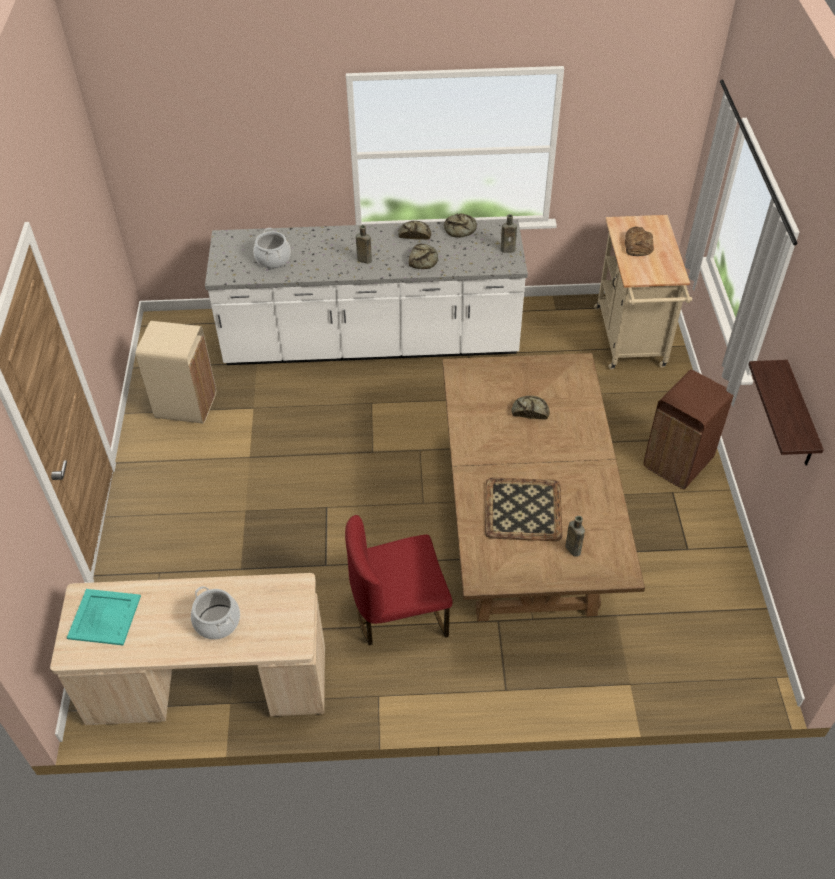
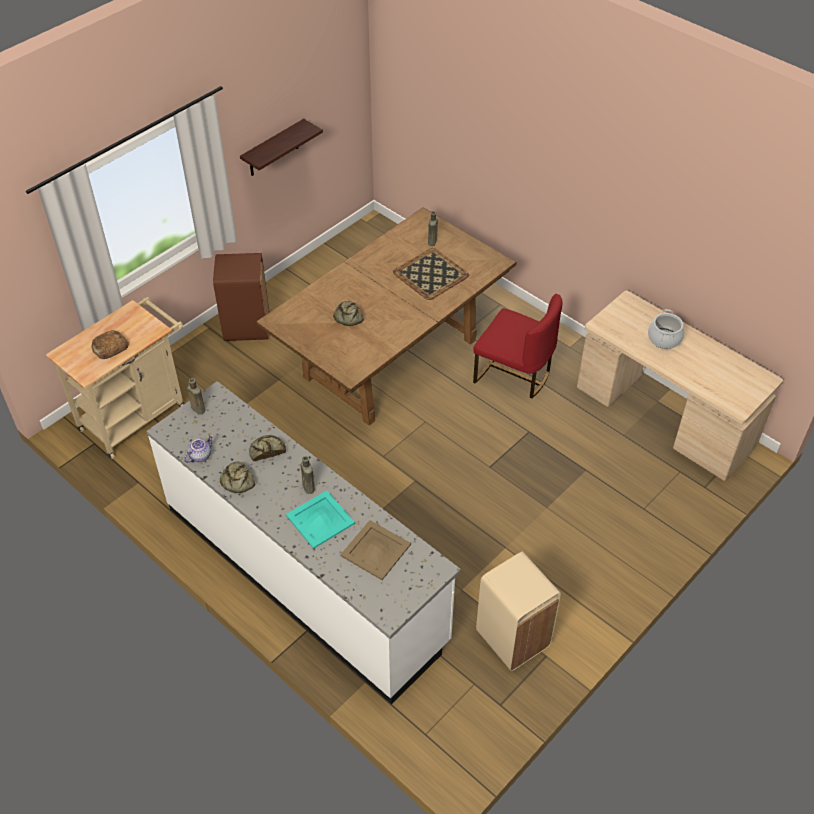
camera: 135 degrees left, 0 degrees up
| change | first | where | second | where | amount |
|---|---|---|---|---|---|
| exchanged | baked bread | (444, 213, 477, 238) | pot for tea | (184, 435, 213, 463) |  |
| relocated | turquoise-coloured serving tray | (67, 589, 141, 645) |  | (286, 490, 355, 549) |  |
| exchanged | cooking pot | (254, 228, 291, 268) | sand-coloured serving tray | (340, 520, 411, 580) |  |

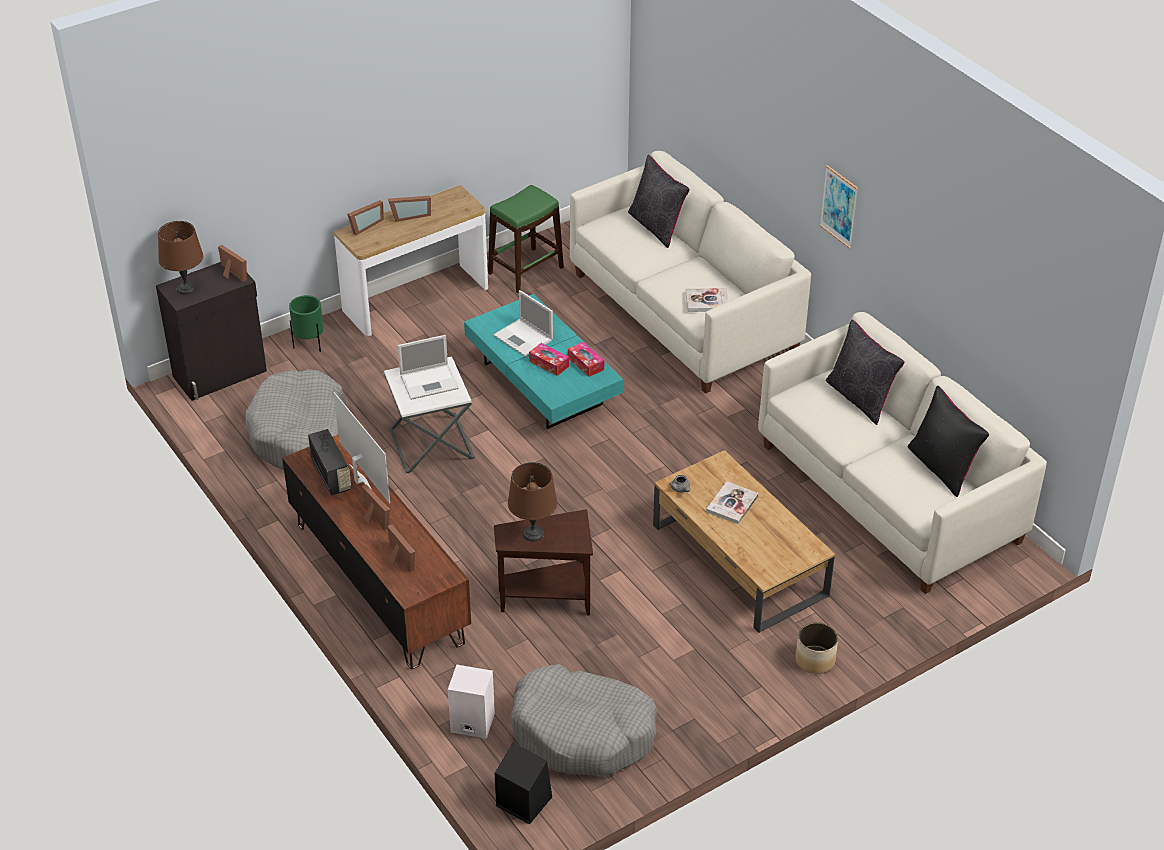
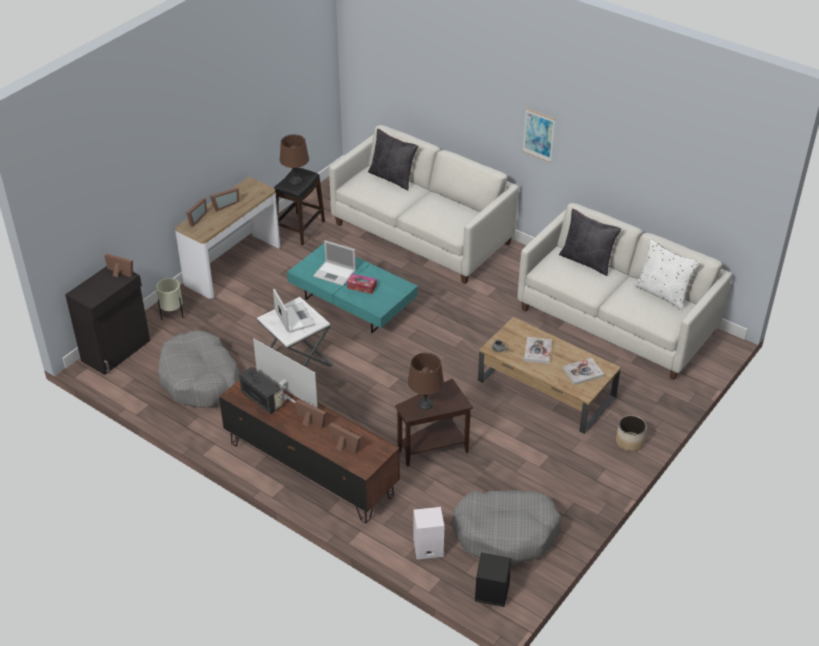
camera: 20 degrees left, 0 degrees up
| change | first | where | second | where | amount |
|---|---|---|---|---|---|
| colour | green flower pot | (289, 295, 324, 352) | sand-coloured flower pot | (156, 278, 183, 320) |  |
| spun | laptop | (398, 335, 459, 400) |  | (273, 289, 315, 333) | 75 degrees counterclockwise |
| colour | green sitting stool | (488, 185, 564, 293) | black-coloured sitting stool | (274, 167, 325, 246) |  |
| relocated | brown lamp for a table | (158, 221, 203, 295) |  | (280, 134, 309, 185) |  |
| relocated | volume | (686, 288, 728, 312) |  | (563, 358, 604, 385) |  |
| colour | black-coloured throw pillow | (907, 386, 989, 497) | white-coloured throw pillow | (634, 239, 700, 310) |  |
| missing | tissue box | (568, 342, 604, 377) |  |  |  |

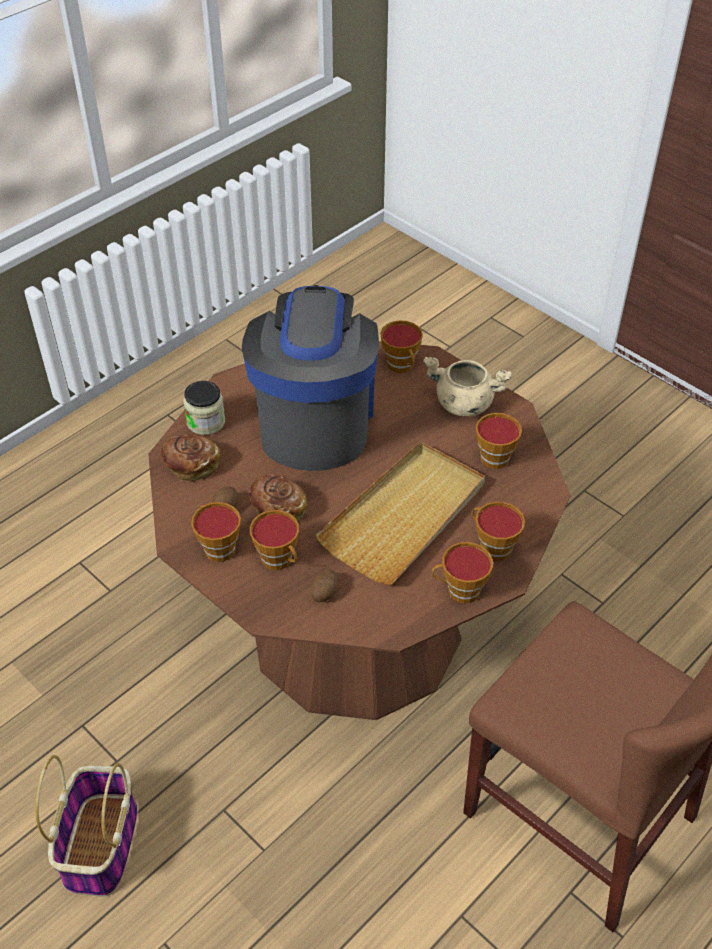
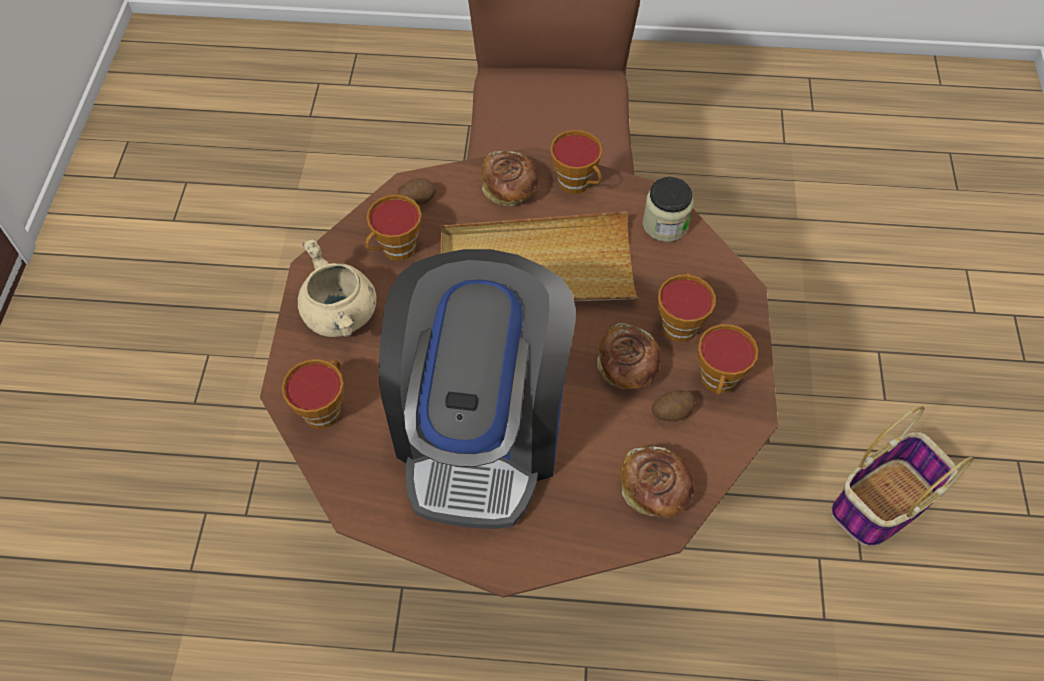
camera: 130 degrees left, 10 degrees up
| change | first | where | second | where | amount |
|---|---|---|---|---|---|
| spun | coffee maker | (242, 285, 379, 471) |  | (379, 249, 576, 529) | 45 degrees counterclockwise |
| relocated | whole potato | (311, 569, 339, 602) |  | (397, 178, 436, 205) |  |
| exchanged | small cup | (472, 502, 525, 561) | baked bread | (482, 151, 539, 206) |  |
| relocated | jar | (184, 381, 225, 435) |  | (643, 177, 694, 242) |  |

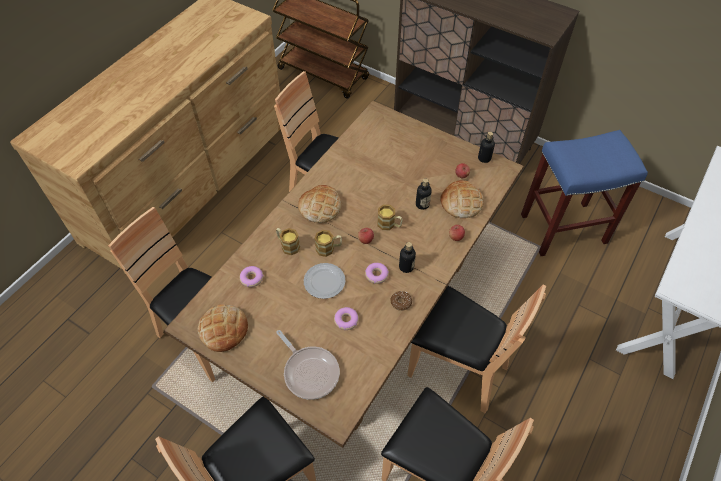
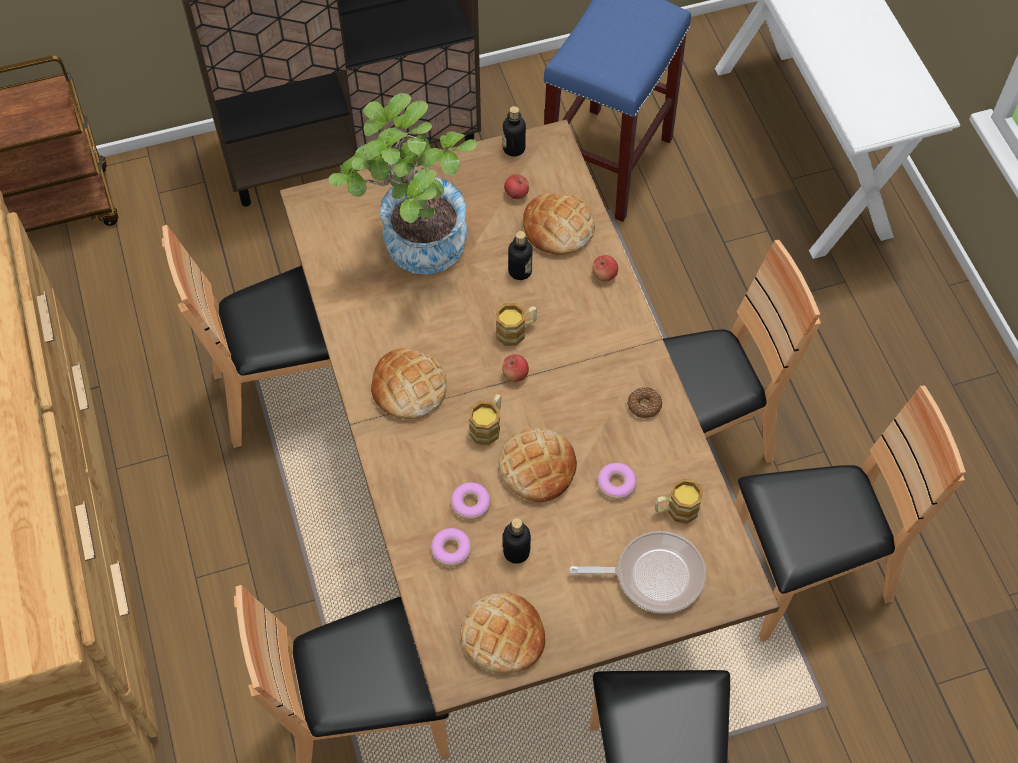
camera: 50 degrees left, 5 degrees up
| change | first | where | second | where | amount |
|---|---|---|---|---|---|
| appeared |  |  | houseplant | (329, 93, 478, 274) |  |
| relocated | doughnut | (365, 263, 389, 284) |  | (451, 482, 491, 520) |  |
| exchanged | dinner plate | (304, 263, 345, 299) | baked bread | (499, 428, 577, 502) |  |
| relocated | beverage bottle | (399, 242, 416, 273) |  | (503, 518, 531, 564) |  |
| relocated | coffee mug | (276, 228, 300, 255) |  | (655, 478, 703, 524) |  |

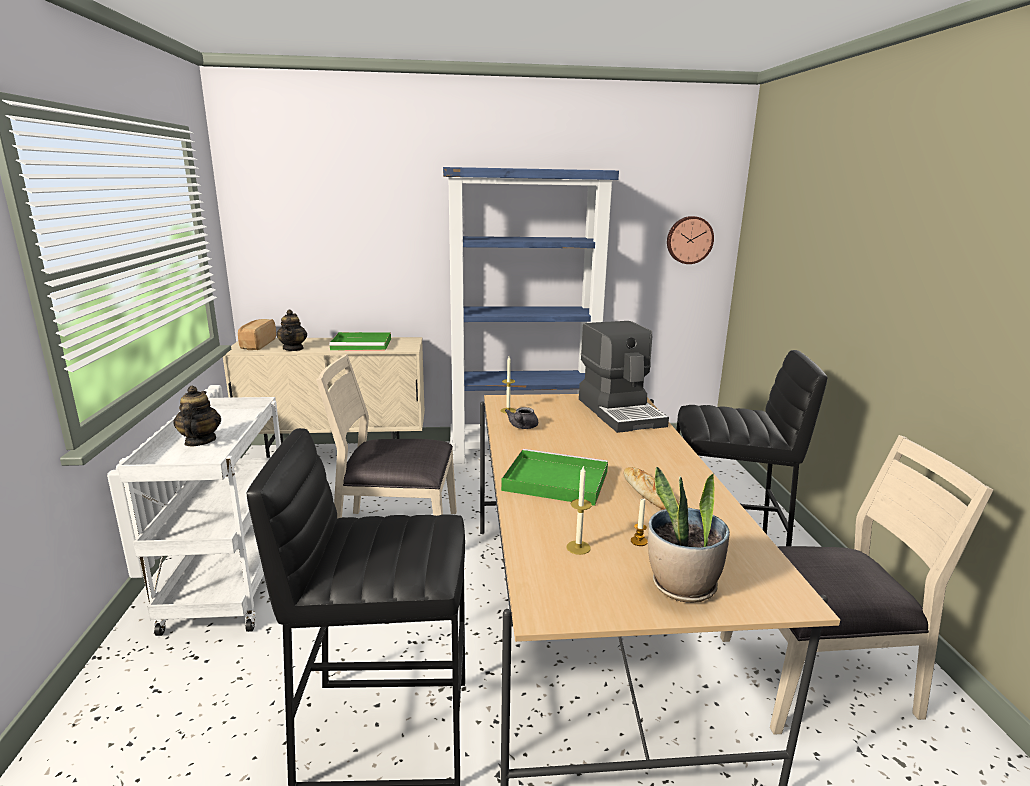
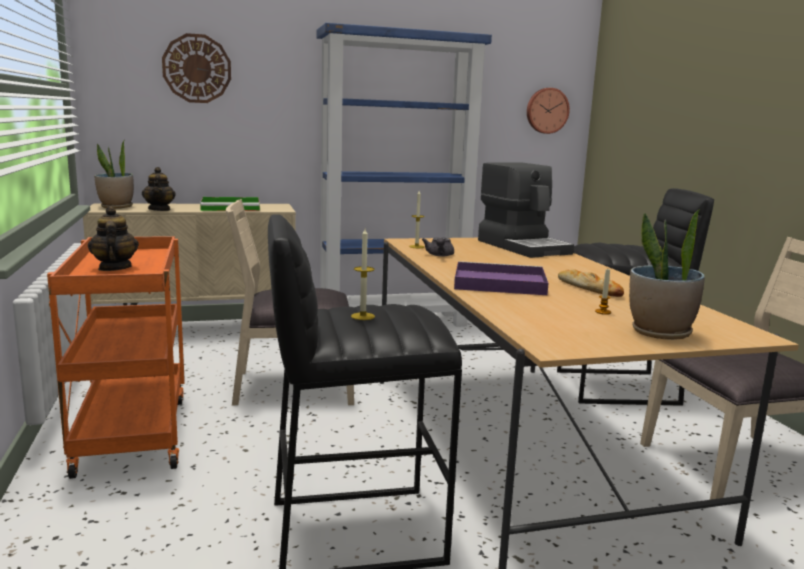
camera: 10 degrees left, 5 degrees down
| change | first | where | second | where | amount |
|---|---|---|---|---|---|
| colour | white-coloured trolley | (117, 397, 281, 636) | orange trolley | (47, 236, 185, 479) |  |
| exchanged | baked bread | (238, 319, 276, 350) | houseplant | (94, 141, 134, 209) |  |
| appeared |  |  | hanging clock | (162, 33, 231, 103) |  |
| relocated | candle | (566, 465, 592, 555) |  | (351, 228, 375, 320) |  |
| colour | green serving tray | (501, 449, 608, 506) | purple serving tray | (454, 261, 549, 295) |  |

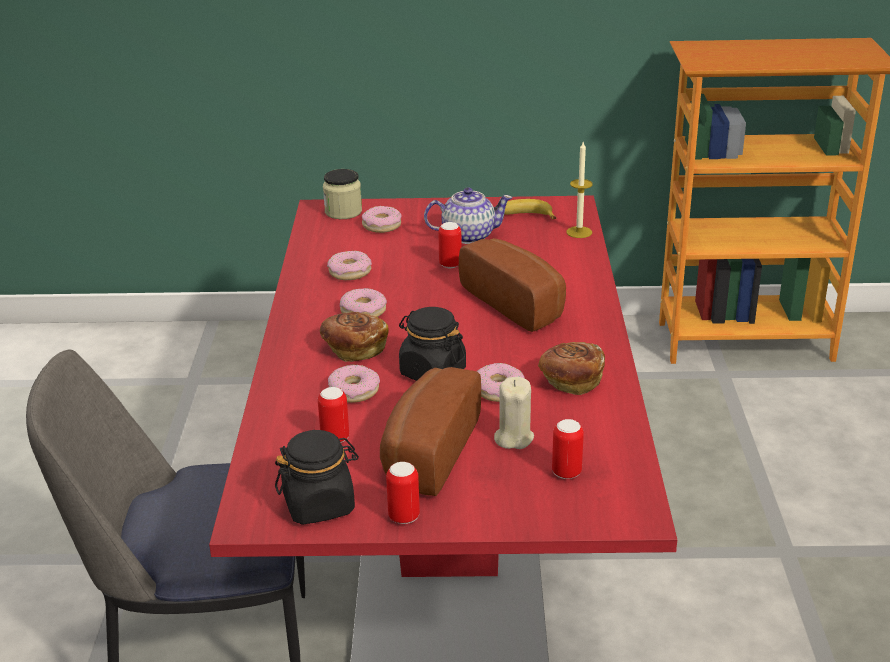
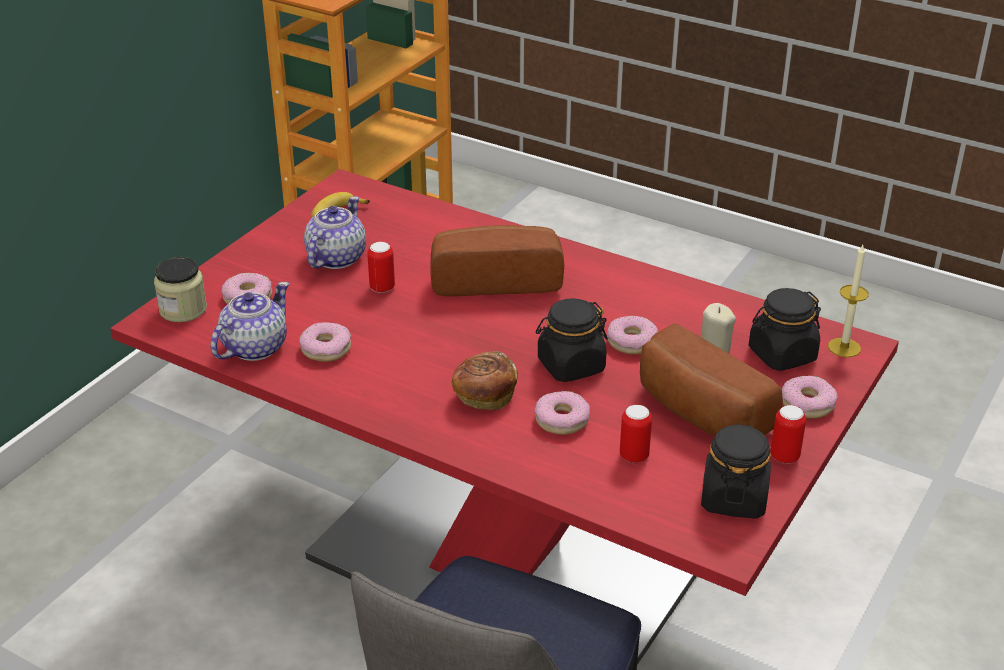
camera: 60 degrees left, 5 degrees up
| change | first | where | second | where | amount |
|---|---|---|---|---|---|
| appeared |  |  | pot for tea | (211, 282, 289, 361) |  |
| exchanged | can | (552, 419, 584, 479) | black-coloured jar | (749, 288, 821, 371) |  |
| relocated | doughnut | (340, 288, 387, 317) |  | (782, 376, 838, 419) |  |
| relocated | candle | (566, 142, 593, 238) |  | (828, 245, 869, 357) |  |
| missing | baked bread | (538, 342, 605, 395) |  |  |  |

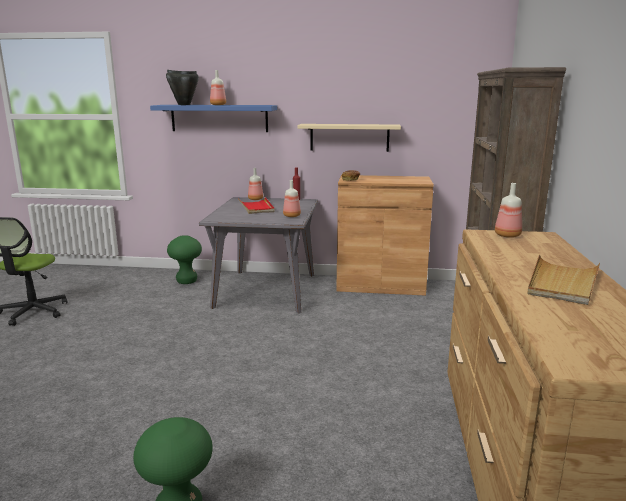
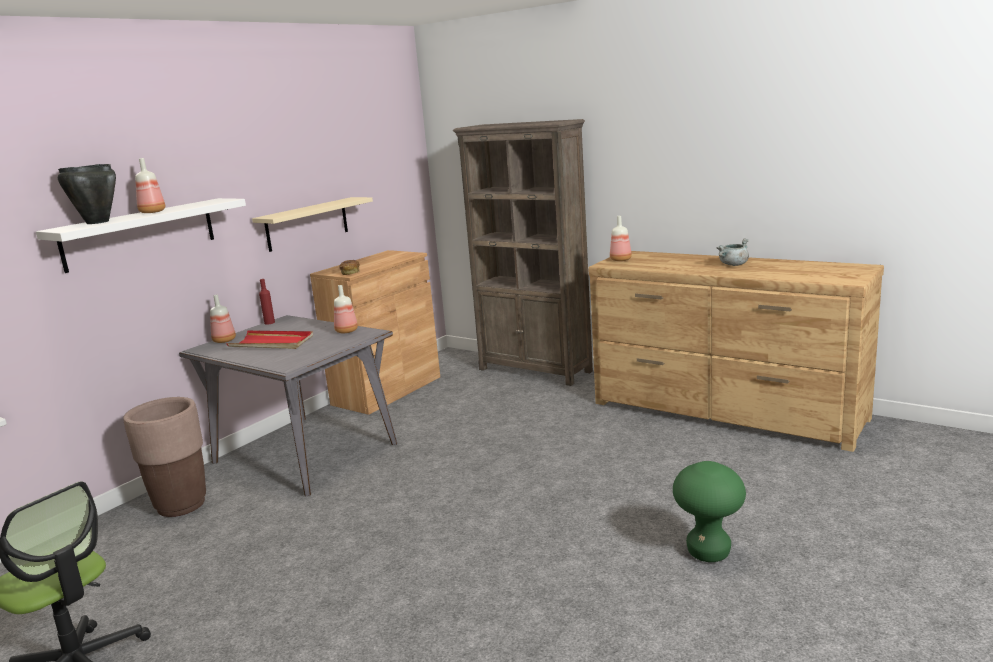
camera: 60 degrees left, 0 degrees up
| change | first | where | second | where | amount |
|---|---|---|---|---|---|
| colour | blue-coloured wall shelf | (150, 105, 277, 132) | white-coloured wall shelf | (36, 198, 246, 273) |  |
| exchanged | green sitting stool | (167, 235, 202, 284) | brown flower pot | (123, 397, 206, 517) |  |
| exchanged | sand-coloured serving tray | (527, 254, 600, 305) | greyish cooking pot | (717, 238, 749, 266) |  |

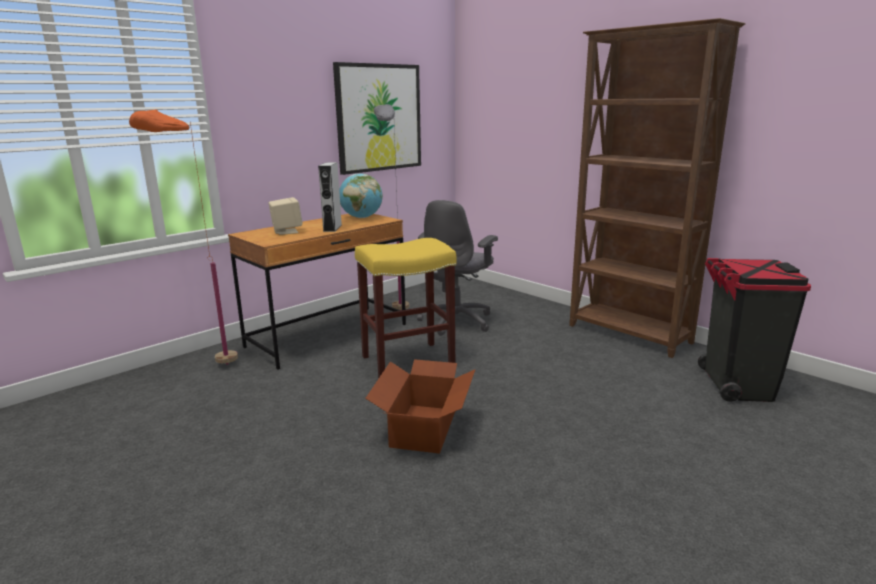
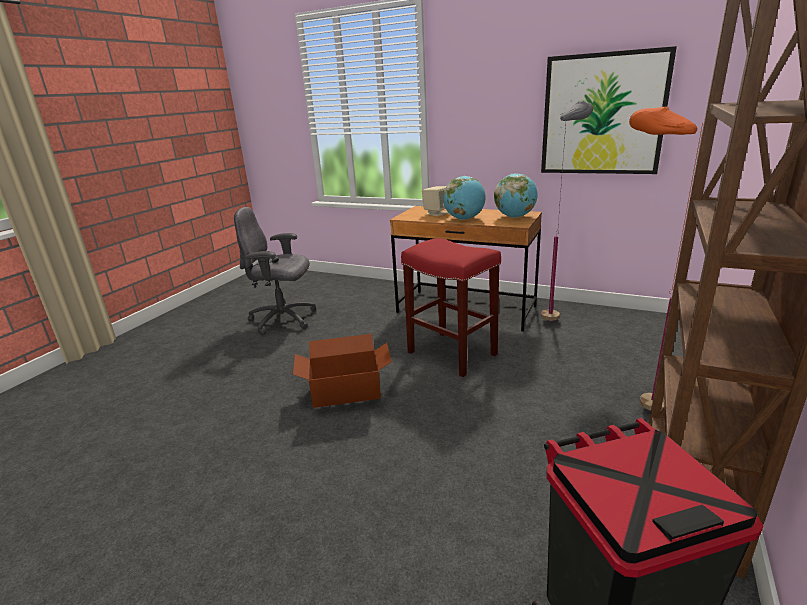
camera: 70 degrees right, 5 degrees up
| change | first | where | second | where | amount |
|---|---|---|---|---|---|
| relocated | greyish office chair | (417, 200, 498, 336) |  | (234, 207, 316, 336) |  |
| colour | yellowish sitting stool | (355, 238, 457, 378) | reddish sitting stool | (401, 238, 501, 377) |  |
| exchanged | greyish speaker | (318, 162, 342, 232) | desk globe | (443, 176, 486, 220) |  |
| relocated | orange floor lamp | (129, 109, 238, 365) |  | (629, 106, 703, 411) |  |

